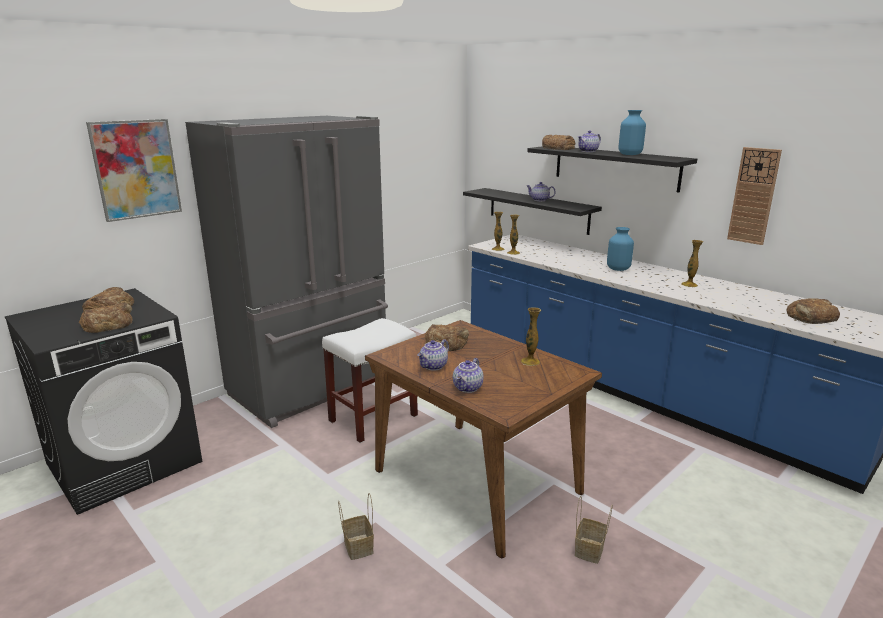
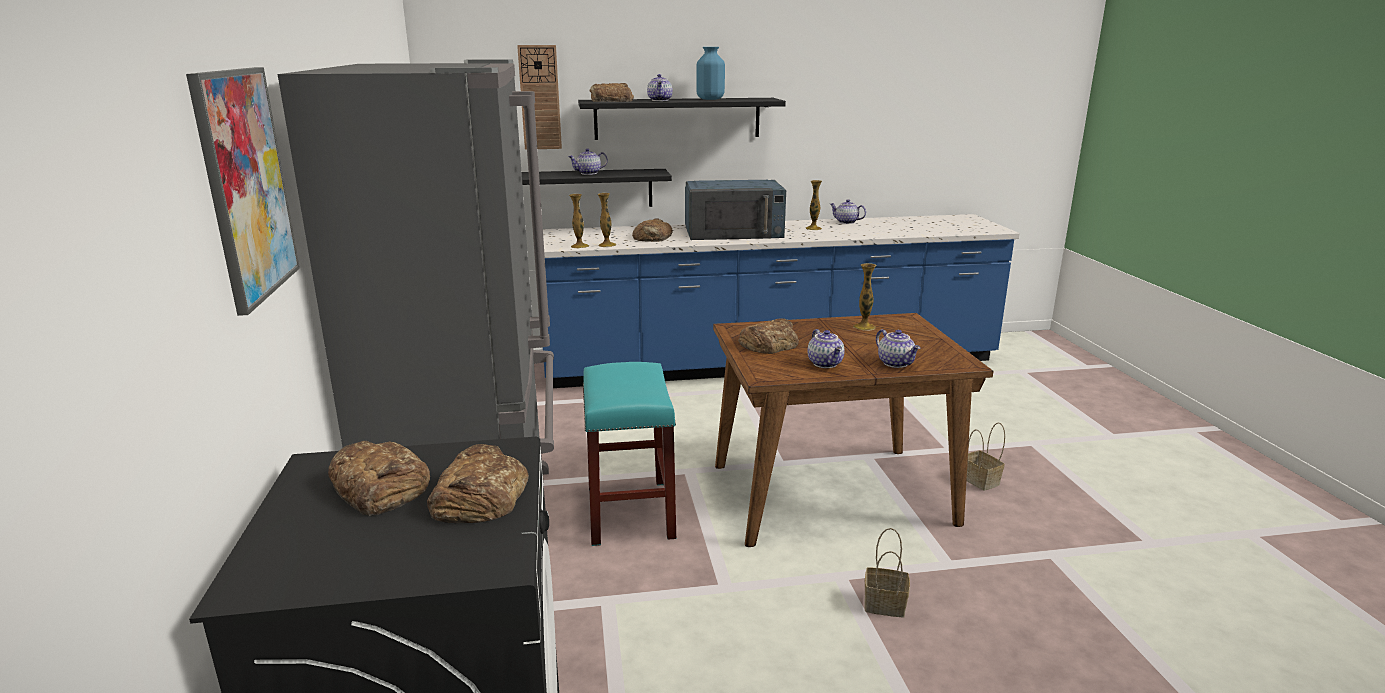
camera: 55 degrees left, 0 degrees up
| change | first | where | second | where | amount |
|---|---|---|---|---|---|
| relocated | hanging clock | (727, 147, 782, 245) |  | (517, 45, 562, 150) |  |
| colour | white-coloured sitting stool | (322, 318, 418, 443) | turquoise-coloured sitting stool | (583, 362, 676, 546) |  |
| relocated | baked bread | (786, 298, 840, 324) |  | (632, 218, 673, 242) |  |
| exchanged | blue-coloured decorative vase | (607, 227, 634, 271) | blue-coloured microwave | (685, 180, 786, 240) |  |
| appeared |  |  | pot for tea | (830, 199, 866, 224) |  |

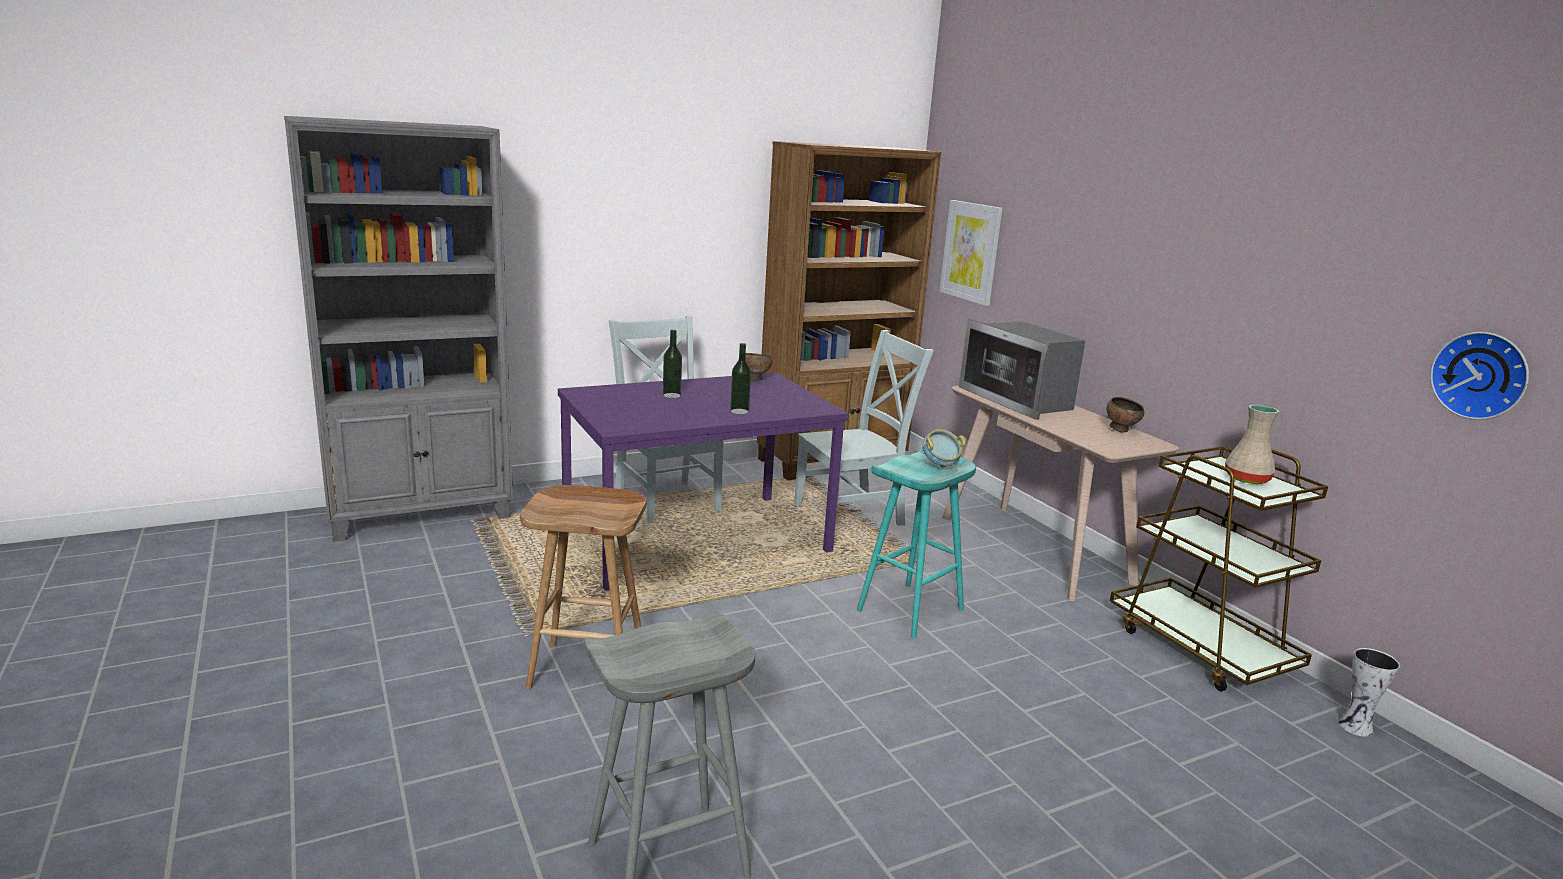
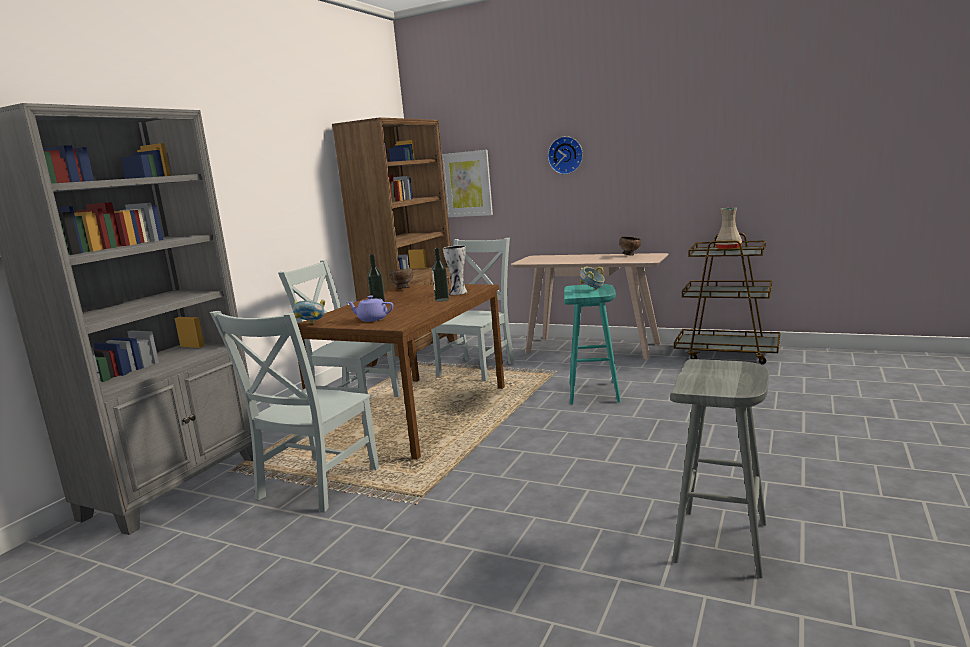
camera: 35 degrees left, 5 degrees down
| change | first | where | second | where | amount |
|---|---|---|---|---|---|
| appeared |  |  | greyish upright chair | (210, 311, 379, 512) |  |
| appeared |  |  | serving bowl | (293, 299, 325, 324) |  |
| colour | purple dinner table | (558, 373, 848, 591) | brown dinner table | (298, 284, 505, 460) |  |
| appeared |  |  | purple pot for tea | (347, 296, 393, 322) |  |
| relocated | decorative vase | (1339, 648, 1400, 737) |  | (443, 245, 467, 295) |  |
| relocated | hanging clock | (1430, 332, 1529, 420) |  | (548, 136, 583, 174) |  |
| missing | brown sitting stool | (520, 485, 647, 690) |  |  |  |
| missing | microwave | (959, 319, 1085, 420) |  |  |  |

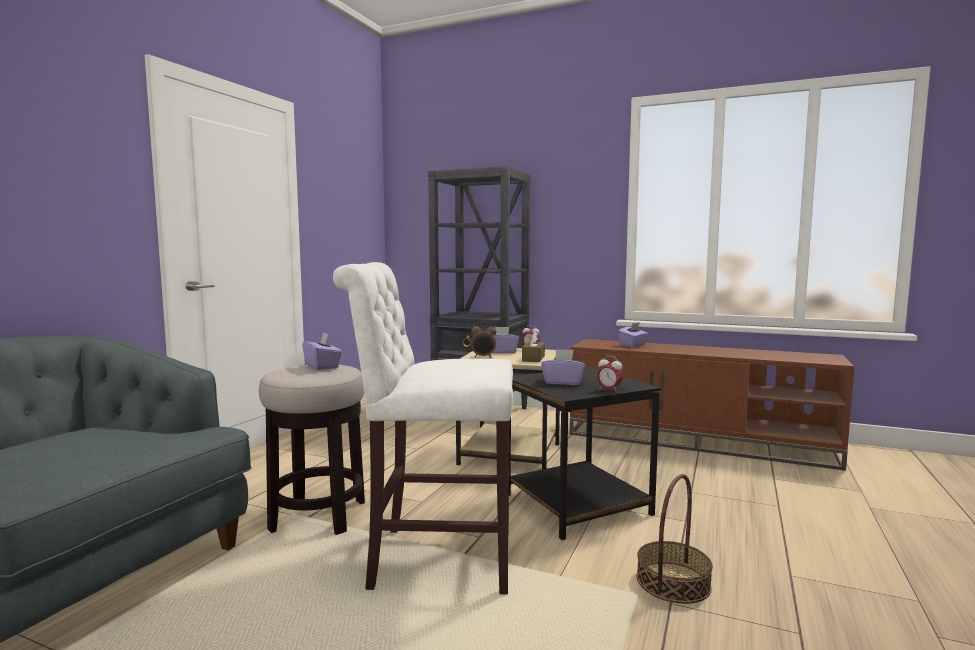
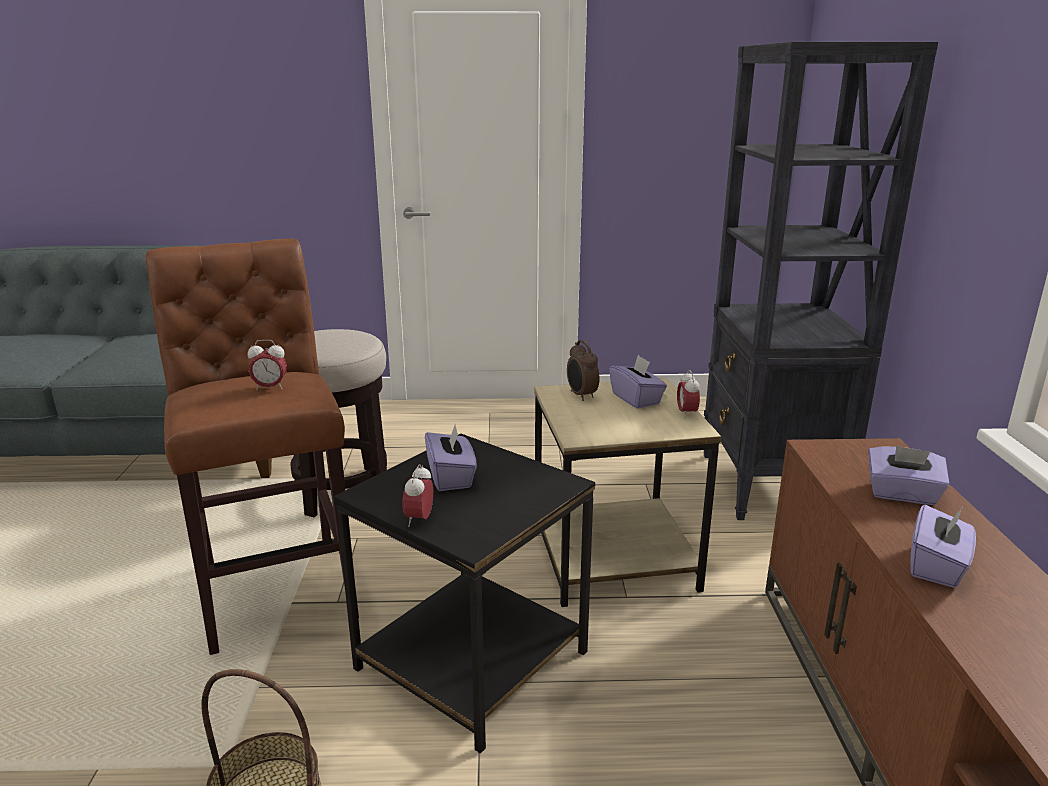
camera: 65 degrees right, 15 degrees up
| change | first | where | second | where | amount |
|---|---|---|---|---|---|
| colour | white-coloured sitting stool | (333, 262, 513, 595) | brown sitting stool | (145, 239, 359, 655) |  |
| appeared |  |  | table clock | (247, 340, 287, 391) |  |
| relocated | purple tissue box | (302, 332, 342, 370) |  | (911, 505, 976, 588) |  |
| missing | brown tissue box | (522, 331, 545, 362) |  |  |  |

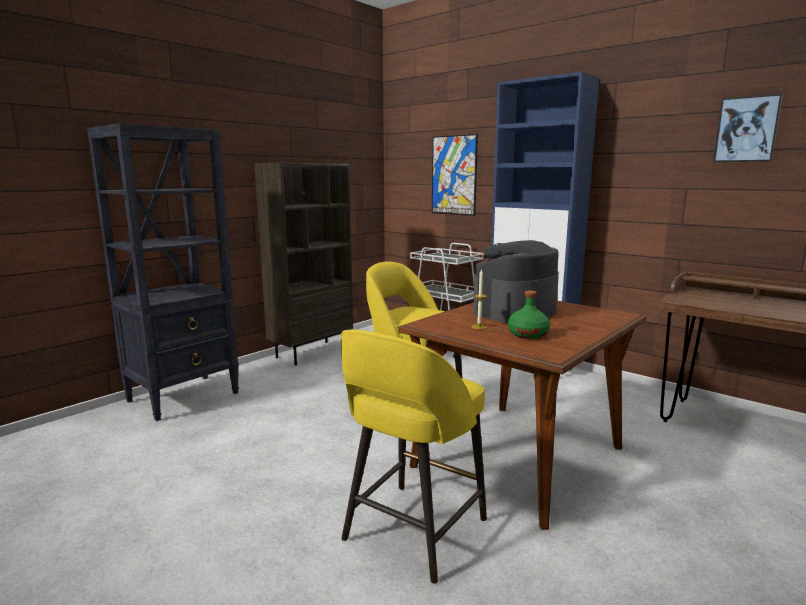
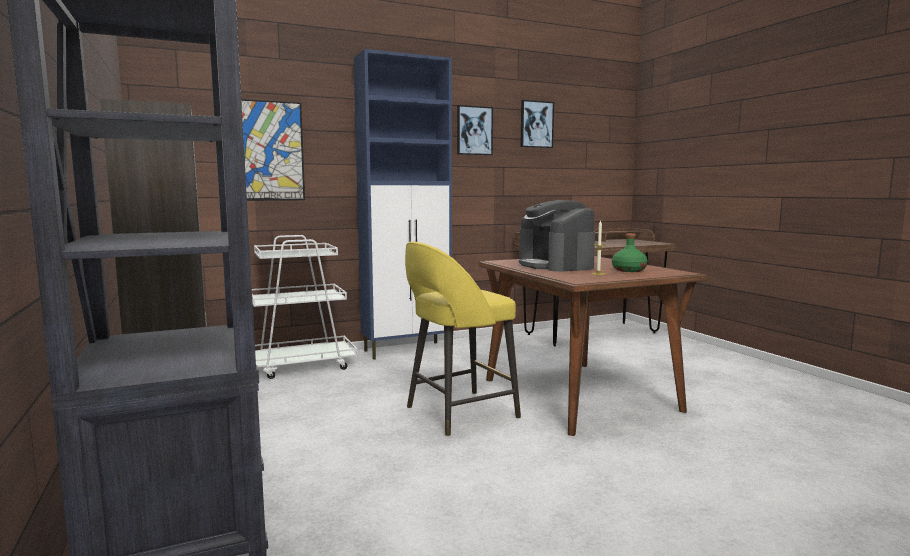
camera: 65 degrees left, 5 degrees down
| change | first | where | second | where | amount |
|---|---|---|---|---|---|
| appeared |  |  | picture | (457, 105, 493, 156) |  |
| missing | yellowish sitting stool | (341, 330, 487, 584) |  |  |  |

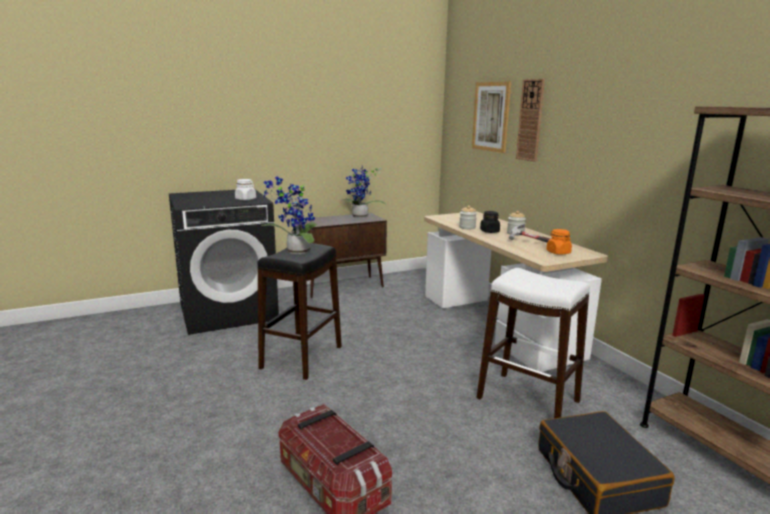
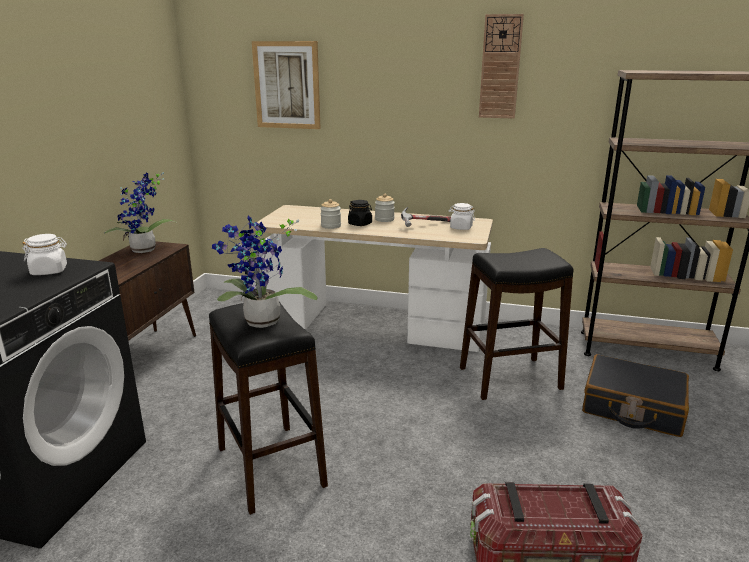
camera: 50 degrees left, 5 degrees up
| change | first | where | second | where | amount |
|---|---|---|---|---|---|
| colour | orange jar | (546, 229, 572, 255) | white-coloured jar | (449, 203, 475, 230) |  |
| colour | white-coloured sitting stool | (477, 268, 590, 418) | black-coloured sitting stool | (460, 248, 574, 400) |  |
| relocated | hanging clock | (516, 79, 545, 162) |  | (479, 14, 524, 119) |  |

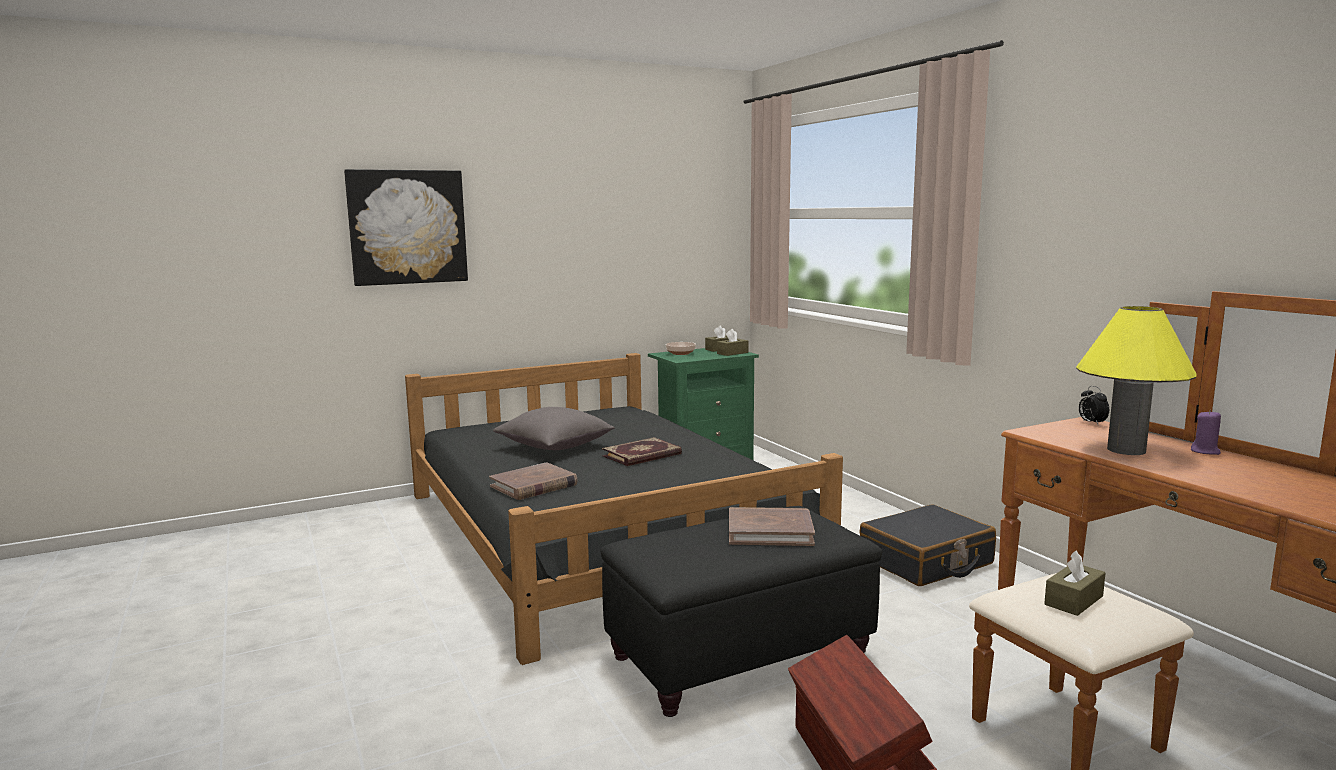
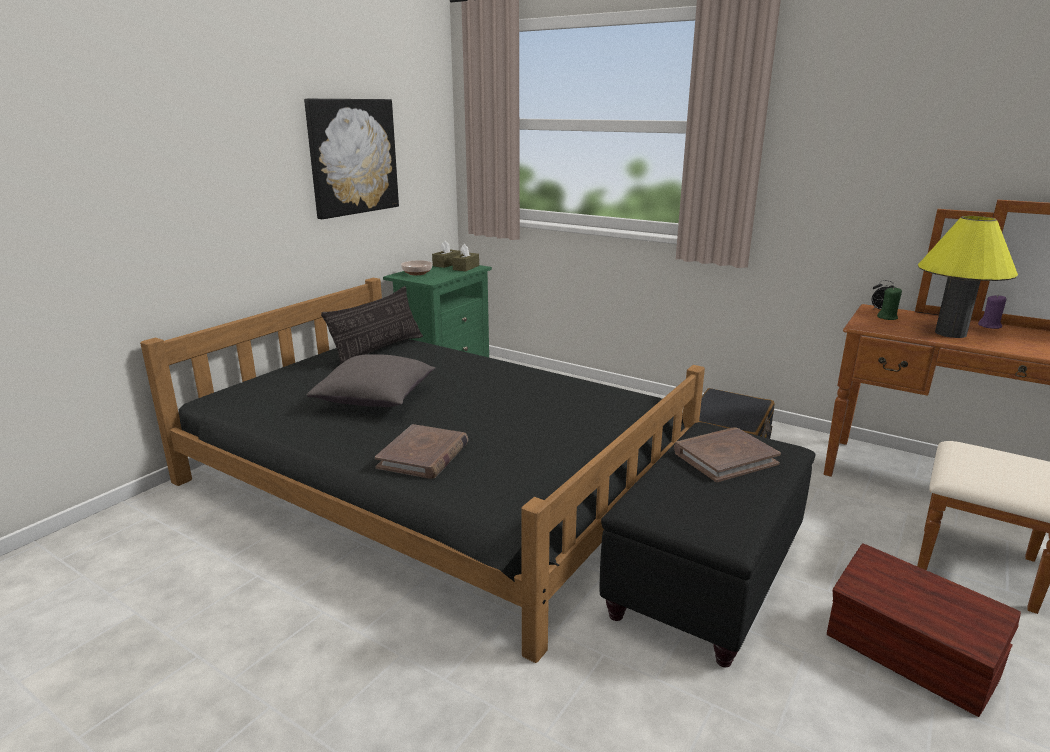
camera: 30 degrees left, 10 degrees up
| change | first | where | second | where | amount |
|---|---|---|---|---|---|
| relocated | picture | (344, 169, 468, 286) |  | (304, 99, 399, 219) |  |
| appeared |  |  | throw pillow | (321, 286, 423, 365) |  |
| appeared |  |  | green candle | (877, 287, 902, 320) |  |
| missing | volume | (602, 437, 682, 466) |  |  |  |
| missing | brown tissue box | (1044, 550, 1105, 616) |  |  |  |

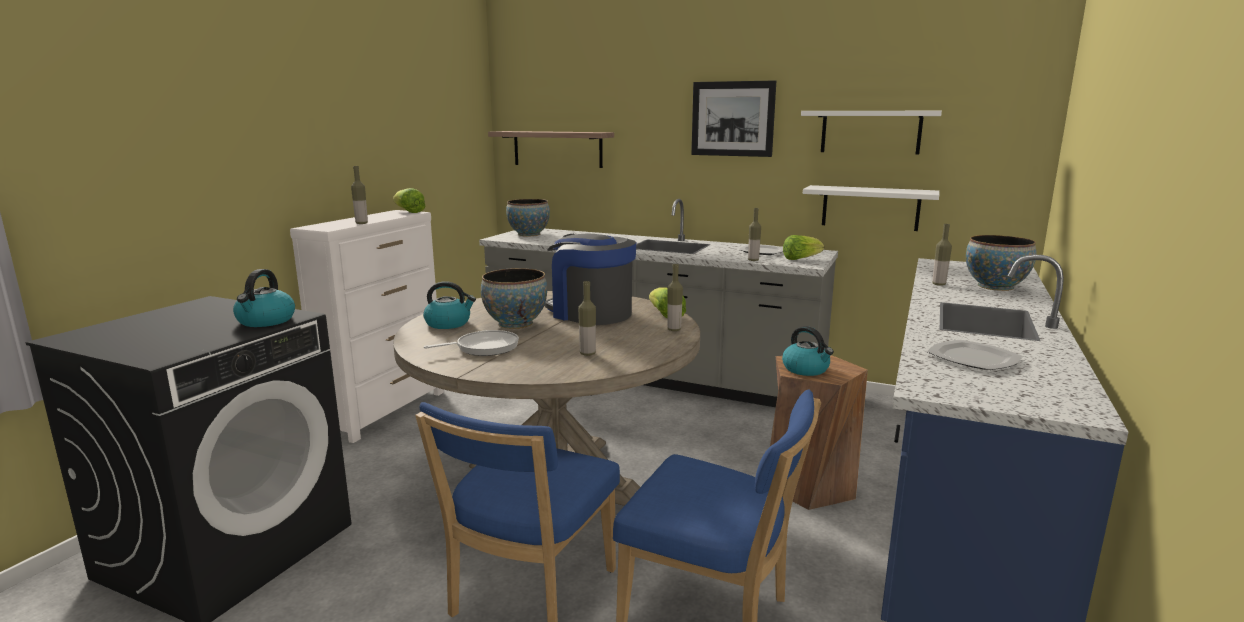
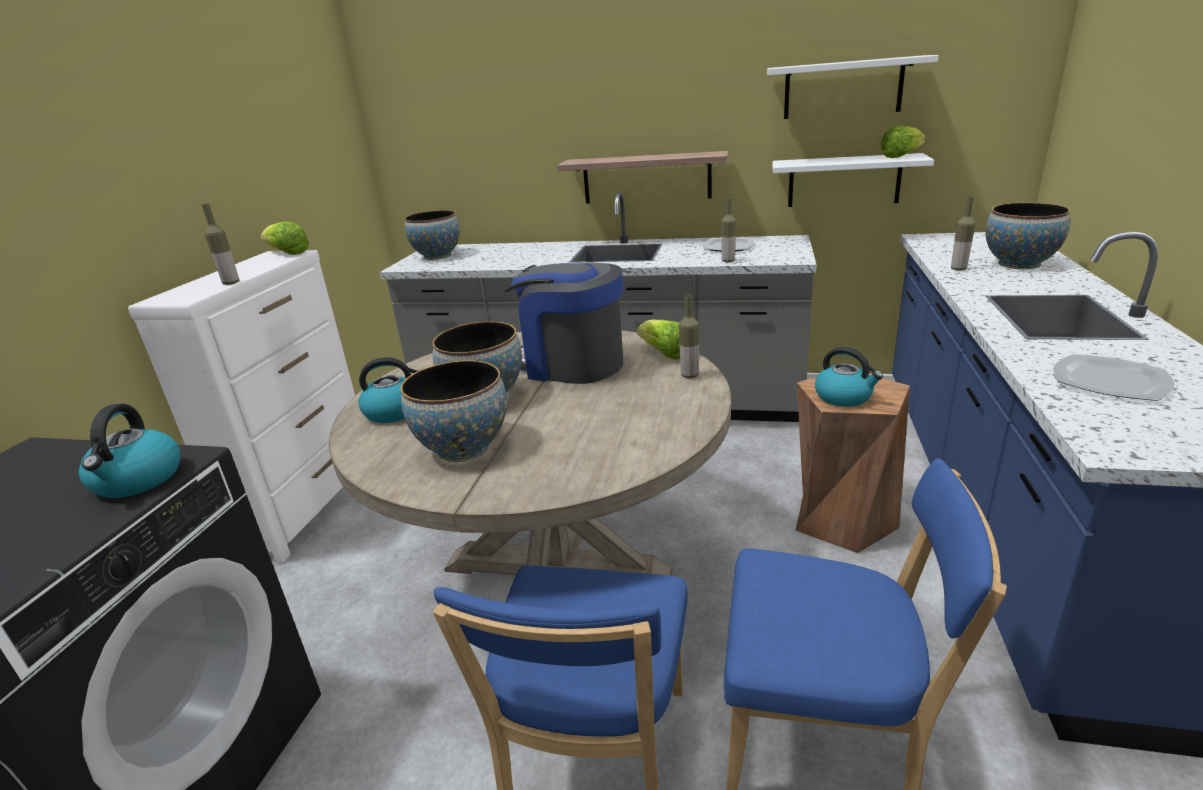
camera: 10 degrees left, 10 degrees up
| change | first | where | second | where | amount |
|---|---|---|---|---|---|
| exchanged | pan | (424, 330, 519, 356) | serving bowl | (400, 360, 507, 462) |  |
| relocated | wall shelf | (488, 131, 614, 168) |  | (557, 151, 729, 203) |  |
| relocated | head of lettuce | (783, 235, 824, 260) |  | (880, 126, 926, 158) |  |
| missing | beverage bottle | (578, 281, 596, 356) |  |  |  |
| missing | picture | (691, 80, 776, 157) |  |  |  |

